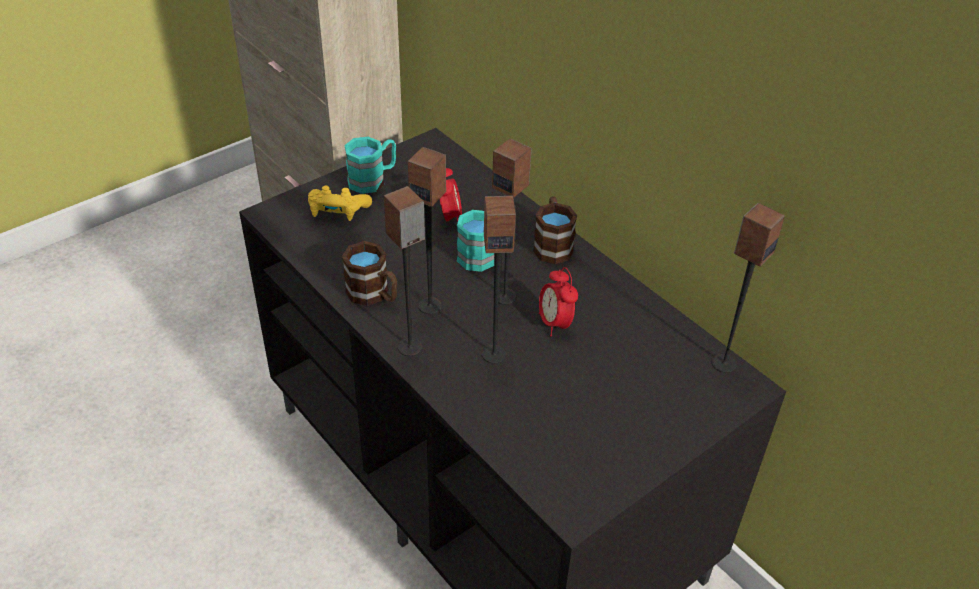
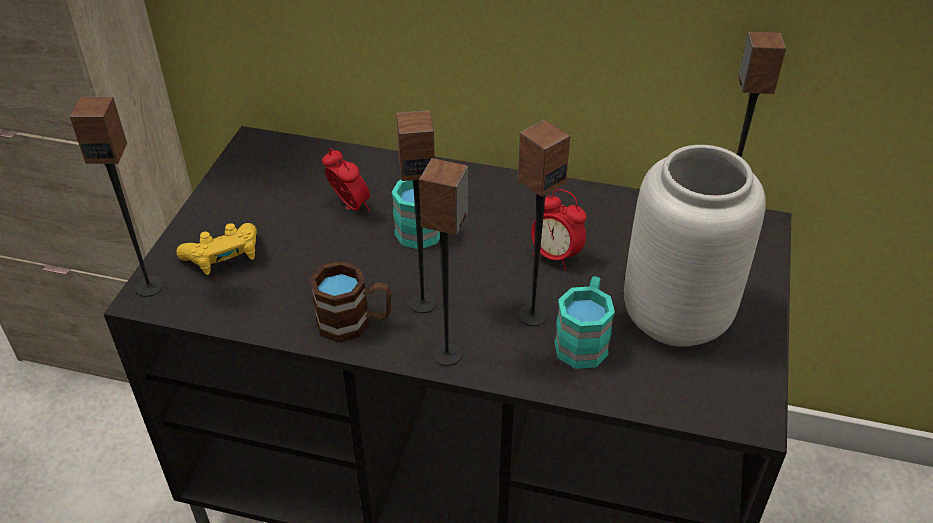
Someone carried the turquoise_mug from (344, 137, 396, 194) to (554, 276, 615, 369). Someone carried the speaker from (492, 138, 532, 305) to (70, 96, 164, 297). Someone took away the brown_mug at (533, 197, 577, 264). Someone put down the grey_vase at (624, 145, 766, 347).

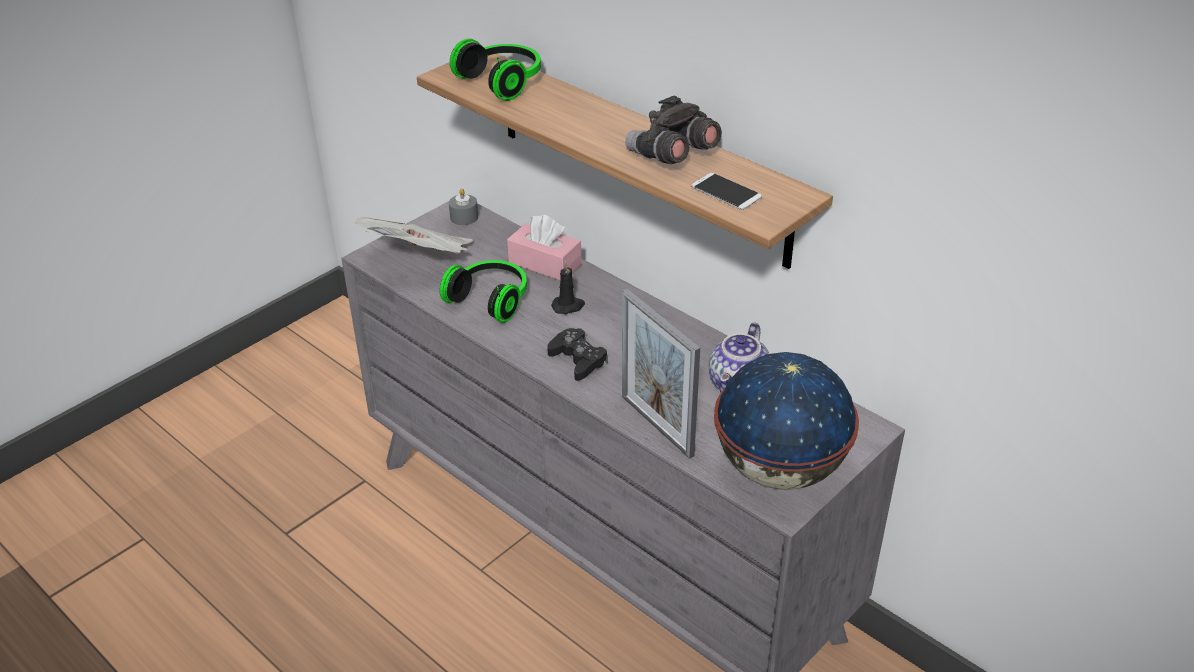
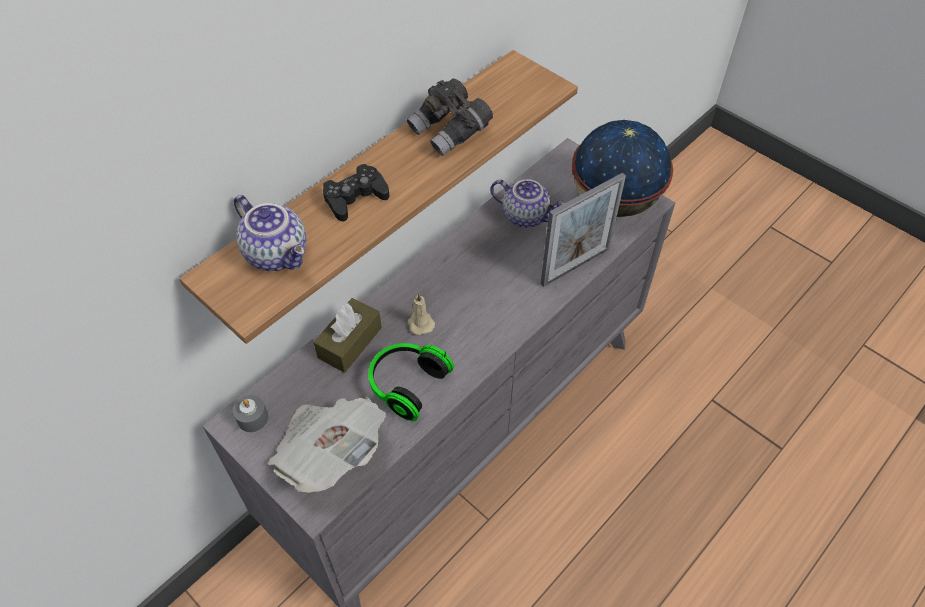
Someone swapped the headphones at (450, 39, 541, 101) for the teapot at (234, 195, 306, 271). Someone took away the phone at (691, 173, 762, 210). Someone repainted the pink_tissue_box at (507, 215, 582, 280), which became the brown_tissue_box at (314, 298, 382, 373). Someone repainted the black_candle at (551, 261, 585, 314), which became the beige_candle at (408, 294, 435, 335). Someone carried the black_game_controller from (547, 328, 608, 381) to (323, 164, 389, 222).

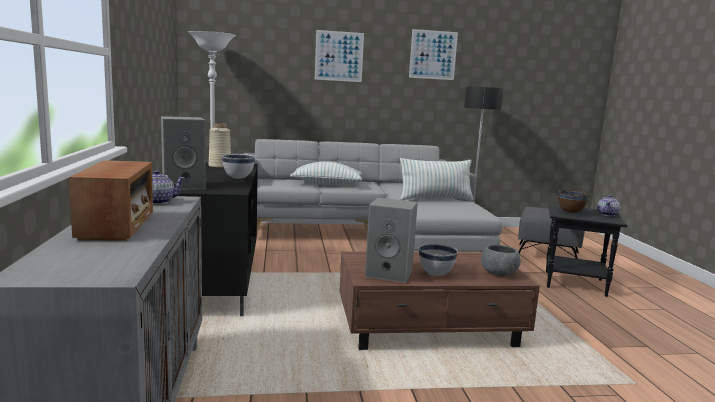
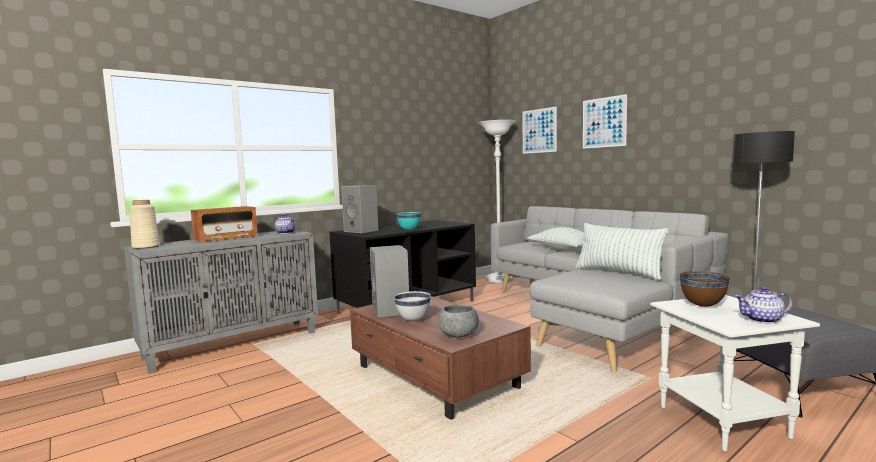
Someone carried the picture from (409, 29, 458, 80) to (522, 106, 557, 154). Someone carried the beige_vase from (209, 123, 231, 168) to (129, 200, 160, 249). Someone repainted the white_bowl at (222, 154, 255, 179), which became the turquoise_bowl at (396, 212, 421, 230). Someone repainted the black_side_table at (546, 204, 628, 297), which became the white_side_table at (650, 295, 820, 452).

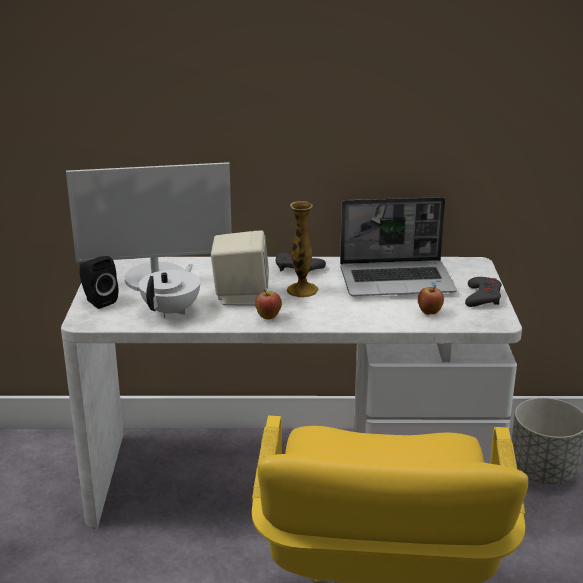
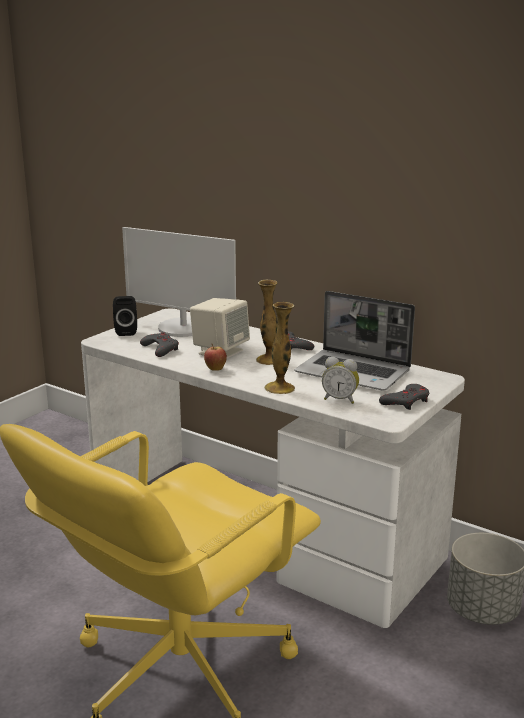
Someone swapped the white_teapot at (139, 264, 200, 318) for the grey_game_controller at (140, 332, 179, 357). Someone swapped the apple at (418, 286, 444, 315) for the alarm_clock at (322, 357, 359, 404). Someone put down the vase at (264, 302, 295, 394).

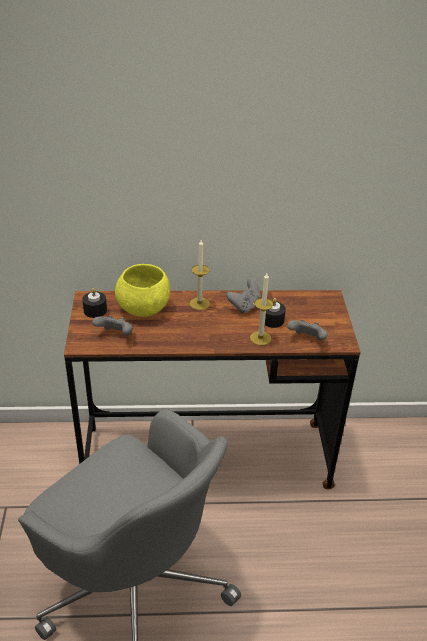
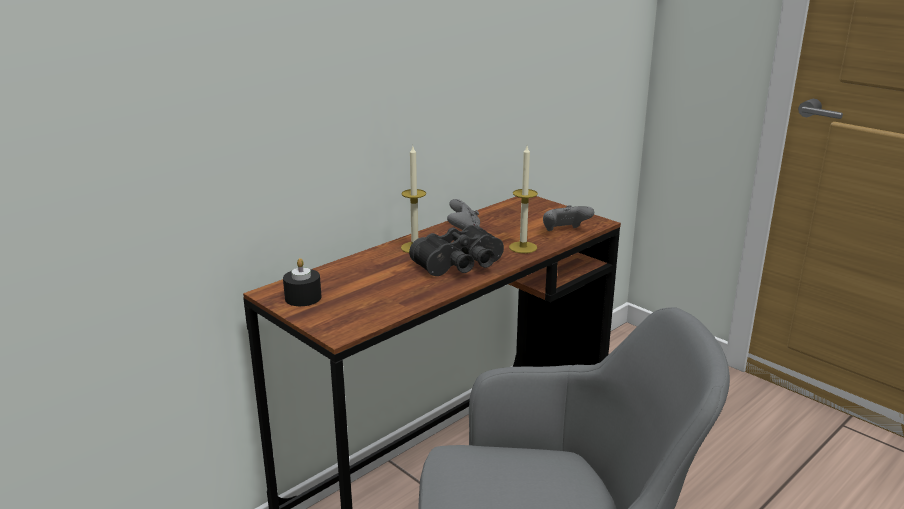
Someone took away the yellow_bowl at (115, 264, 170, 317). Someone took away the black_candle at (265, 298, 286, 328). Someone took away the grey_game_controller at (92, 315, 133, 335). Someone put down the black_binoculars at (409, 225, 504, 276).

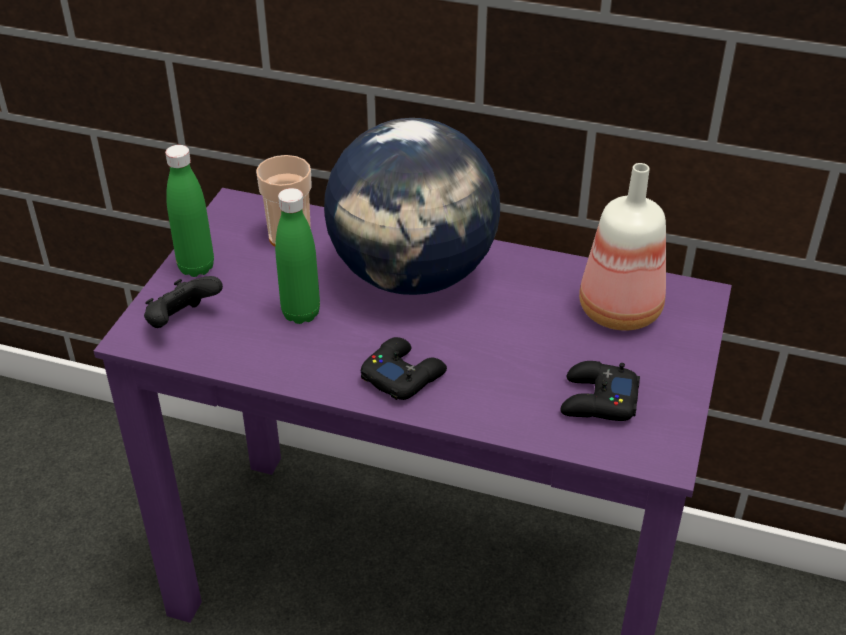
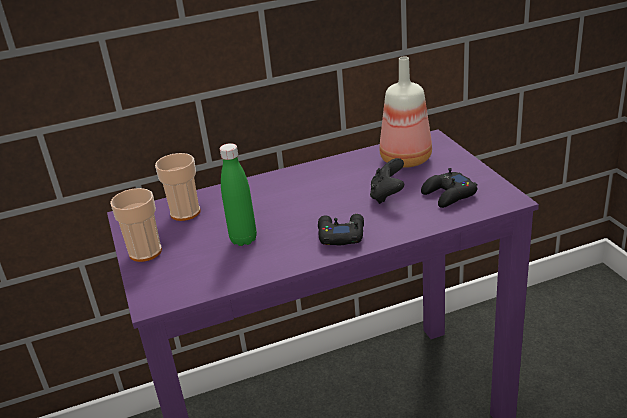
Someone took away the globe at (324, 118, 500, 295). Someone swapped the green_bottle at (165, 145, 214, 277) for the cup at (110, 188, 162, 262). Someone carried the black_game_controller from (144, 276, 223, 328) to (370, 158, 404, 204).

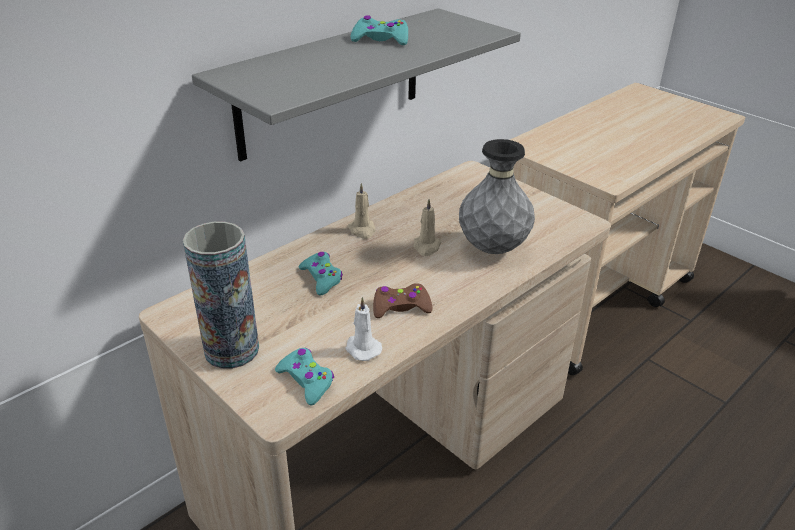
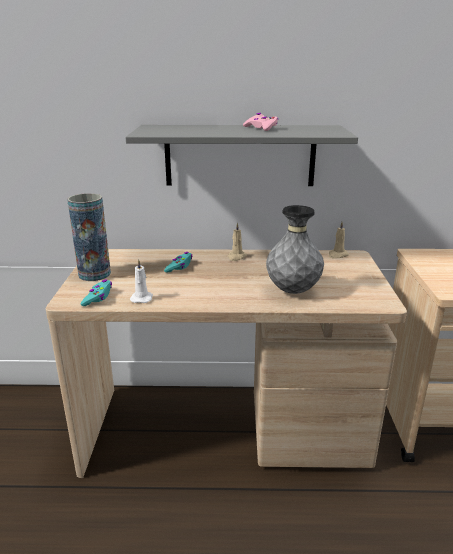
Someone repainted the turquoise_game_controller at (351, 15, 408, 45), which became the pink_game_controller at (243, 113, 278, 131). Someone carried the beige_candle from (414, 199, 441, 256) to (329, 222, 349, 259). Someone took away the brown_game_controller at (373, 283, 433, 318).

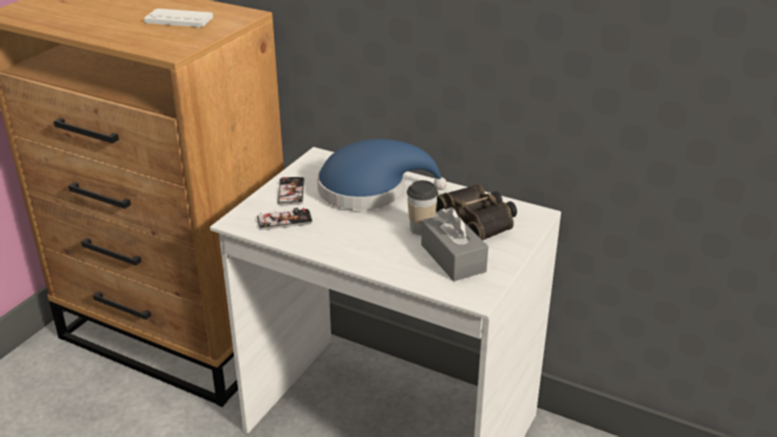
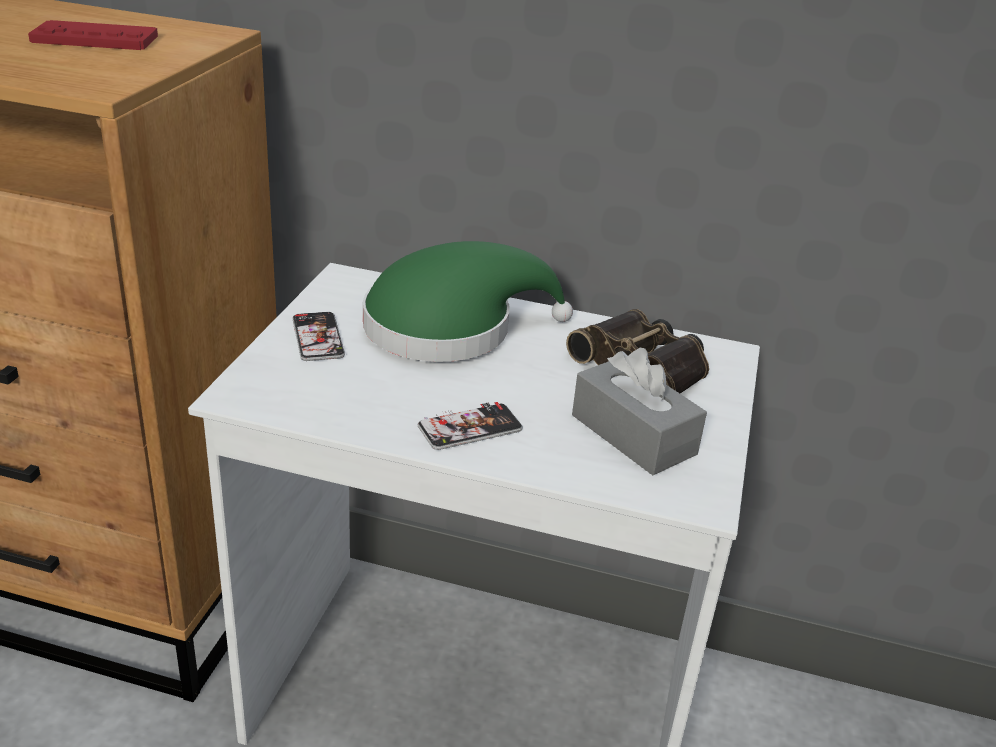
Someone repainted the white_game_controller at (144, 8, 213, 27), which became the red_game_controller at (28, 20, 158, 50). Someone repainted the blue_hat at (317, 139, 447, 210), which became the green_hat at (363, 241, 573, 362). Someone took away the cup at (407, 180, 438, 235). Someone carried the phone from (257, 208, 313, 230) to (418, 402, 523, 450).

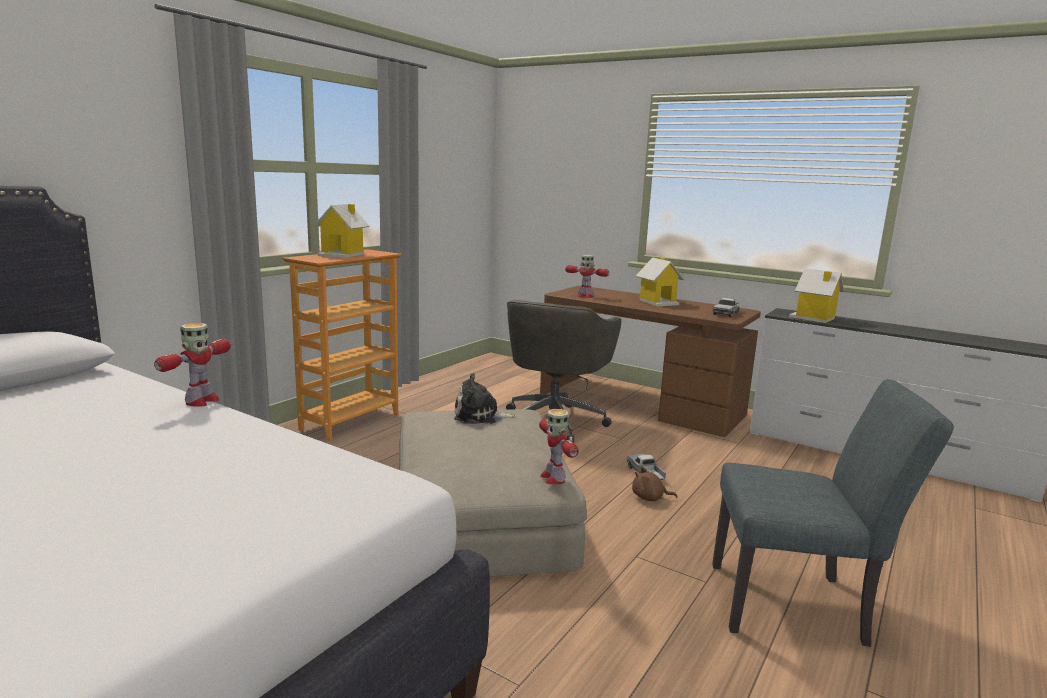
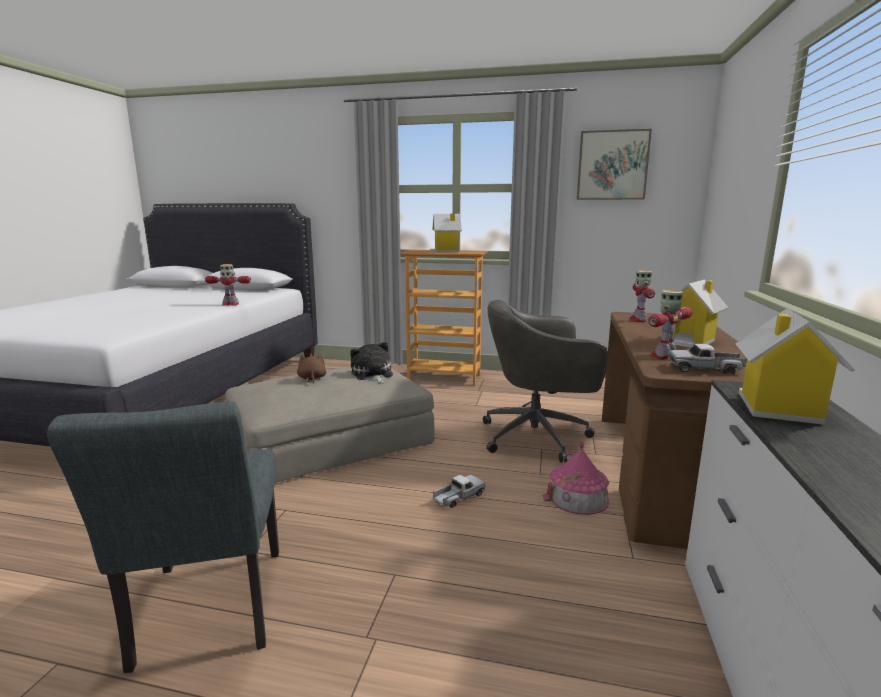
Someone carried the toy_robot from (539, 409, 579, 485) to (648, 290, 693, 359). Someone carried the brown_plush_toy from (632, 466, 677, 501) to (297, 353, 326, 384). Someone put up the picture at (577, 129, 652, 200). Someone put down the toy_house at (542, 442, 609, 515).

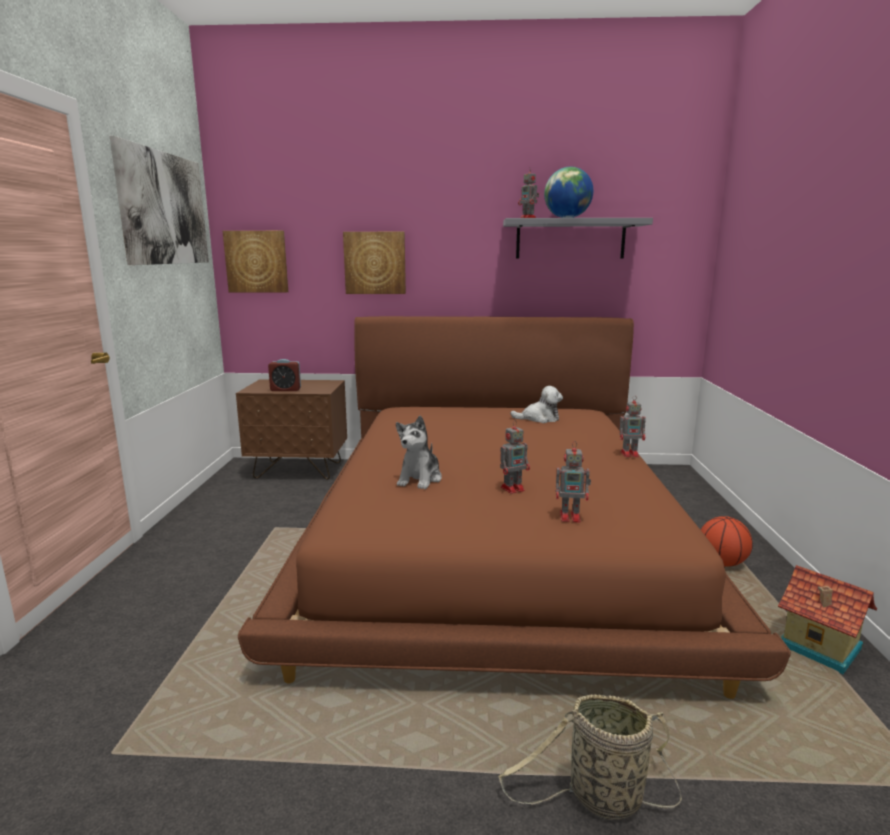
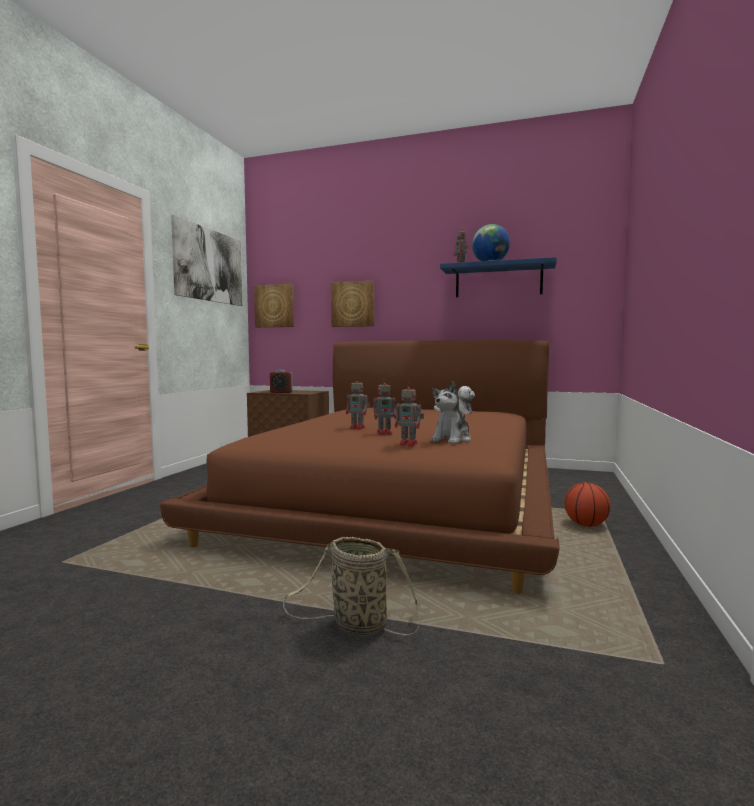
Someone repainted the grey_shelf at (503, 218, 653, 258), which became the blue_shelf at (440, 257, 557, 297). Someone carried the toy_robot from (619, 395, 646, 457) to (346, 376, 370, 429). Someone carried the plush_toy from (396, 415, 442, 489) to (431, 381, 471, 444). Someone took away the toy_house at (778, 565, 877, 674).

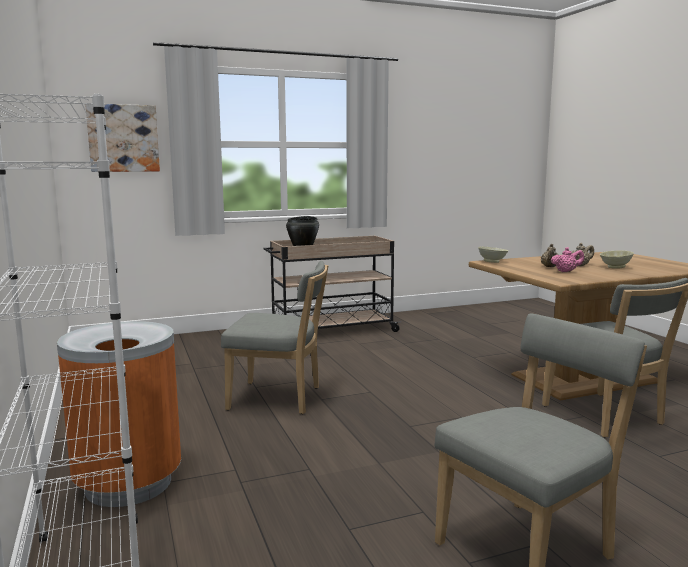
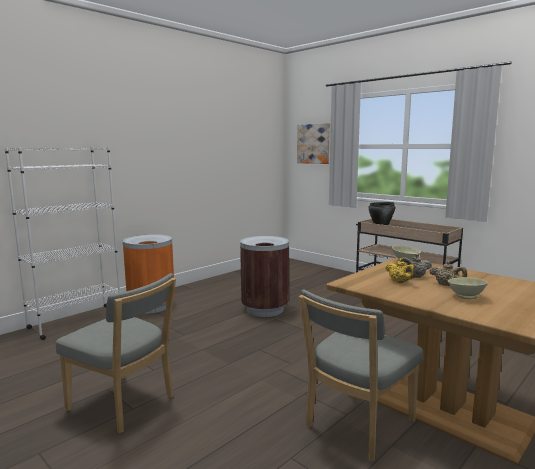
Someone repainted the pink_teapot at (551, 247, 584, 272), which became the yellow_teapot at (385, 258, 416, 283). Someone swapped the grey_chair at (221, 261, 328, 414) for the brown_trash_can at (240, 236, 289, 317).

